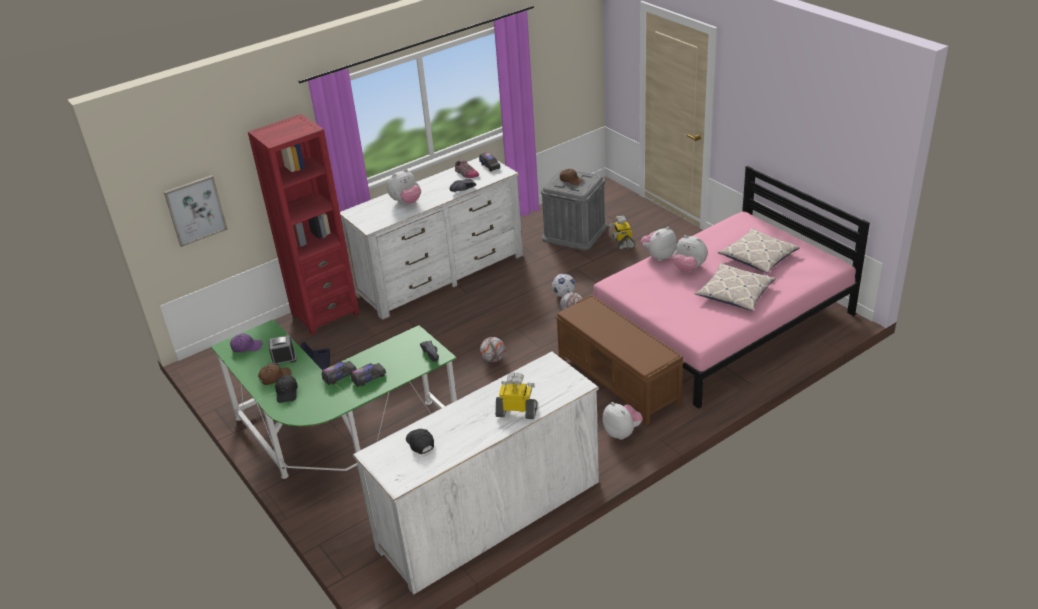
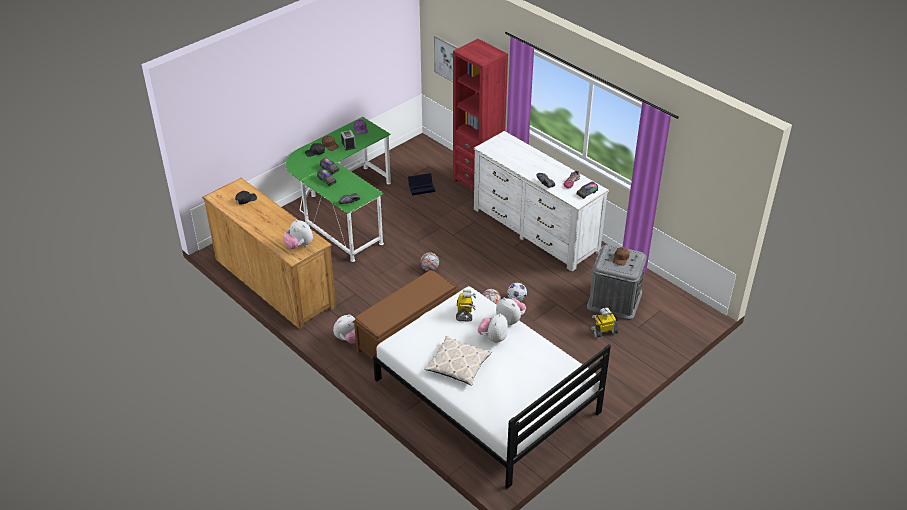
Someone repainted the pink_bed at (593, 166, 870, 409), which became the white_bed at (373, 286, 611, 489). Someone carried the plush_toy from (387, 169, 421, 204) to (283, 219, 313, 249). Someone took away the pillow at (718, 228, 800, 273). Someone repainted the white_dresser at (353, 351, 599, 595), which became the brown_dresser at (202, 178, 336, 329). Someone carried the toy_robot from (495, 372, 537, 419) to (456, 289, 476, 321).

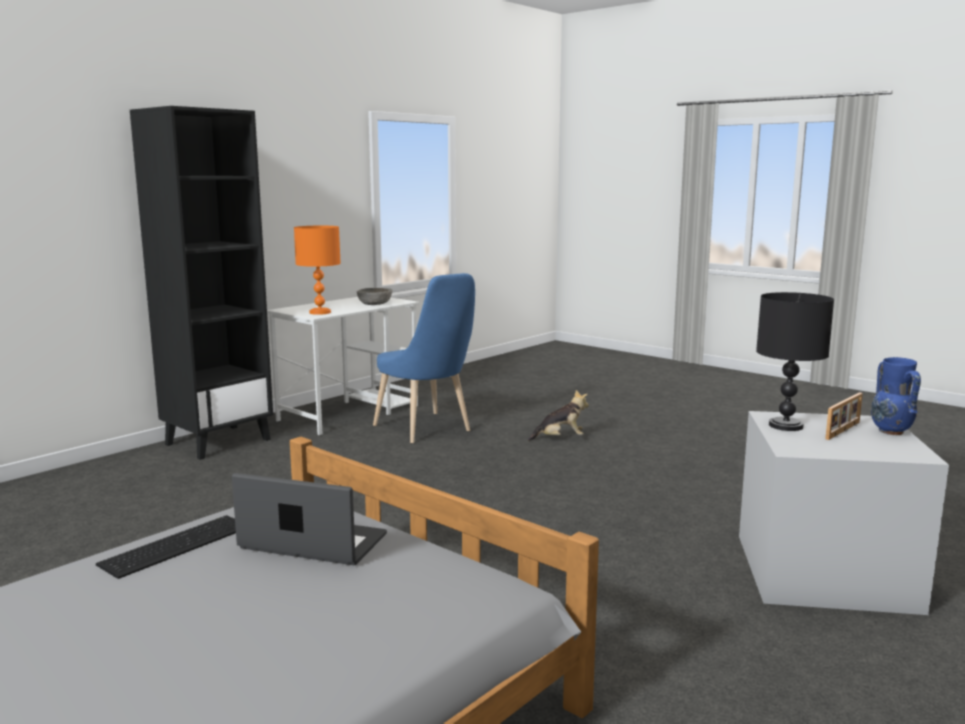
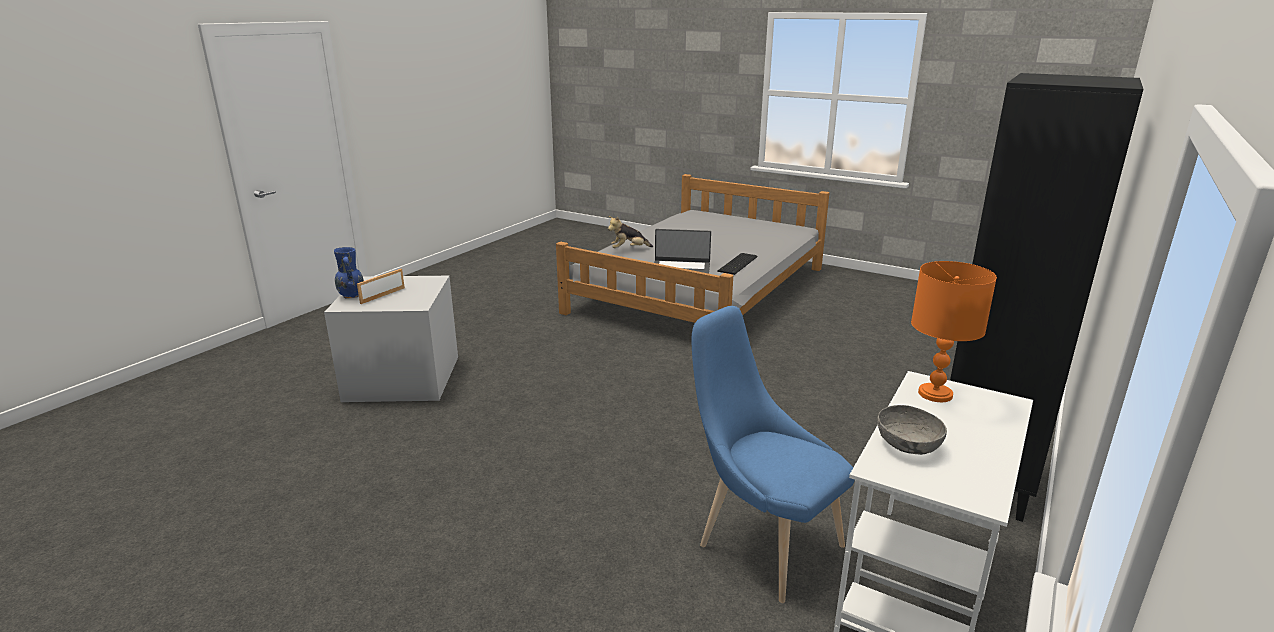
Someone took away the black_table_lamp at (756, 292, 834, 431). Someone carried the plush_toy from (528, 390, 589, 441) to (608, 216, 653, 248).

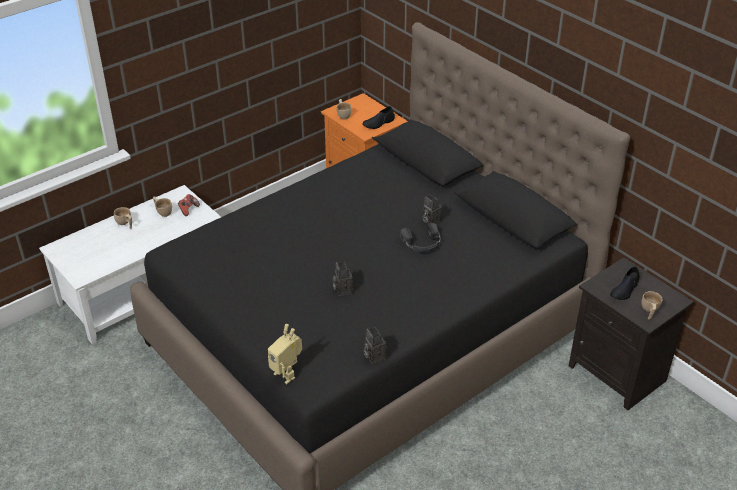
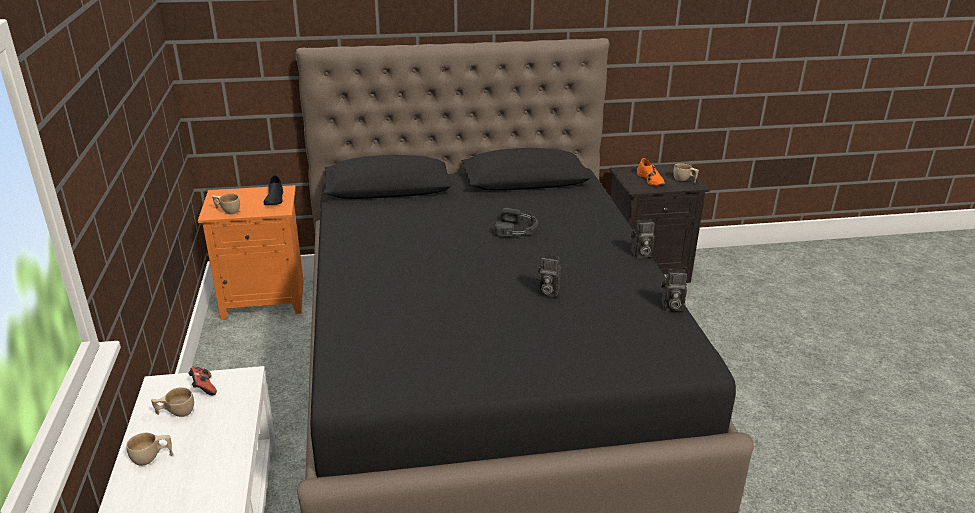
Someone carried the photo_camera from (422, 195, 442, 225) to (630, 219, 655, 258). Someone repainted the black_shoe at (610, 266, 640, 300), which became the orange_shoe at (637, 158, 665, 186). Someone took away the toy_robot at (268, 324, 302, 384).

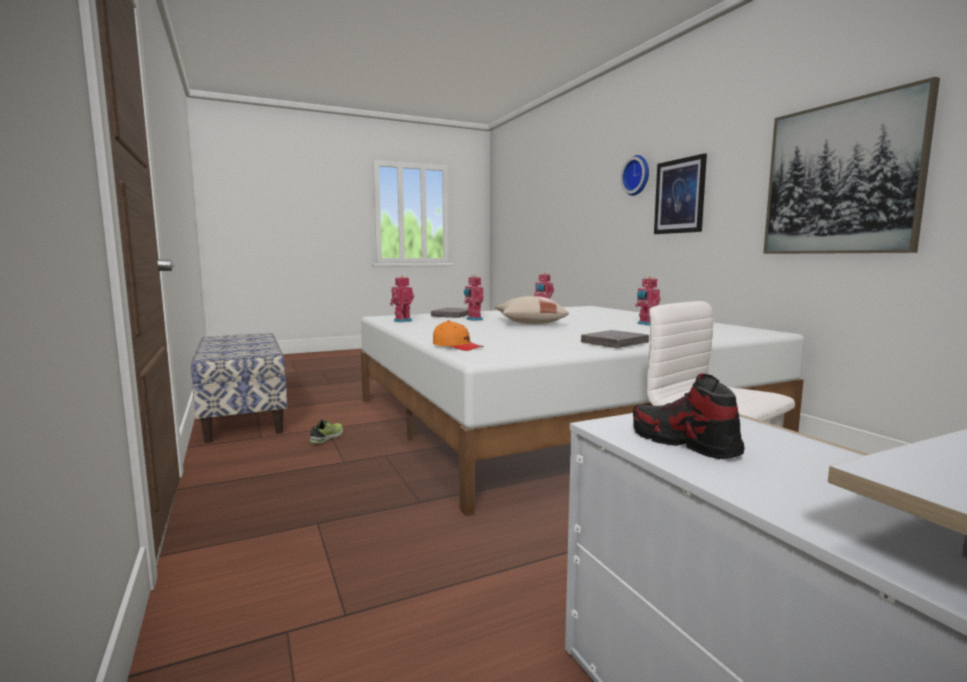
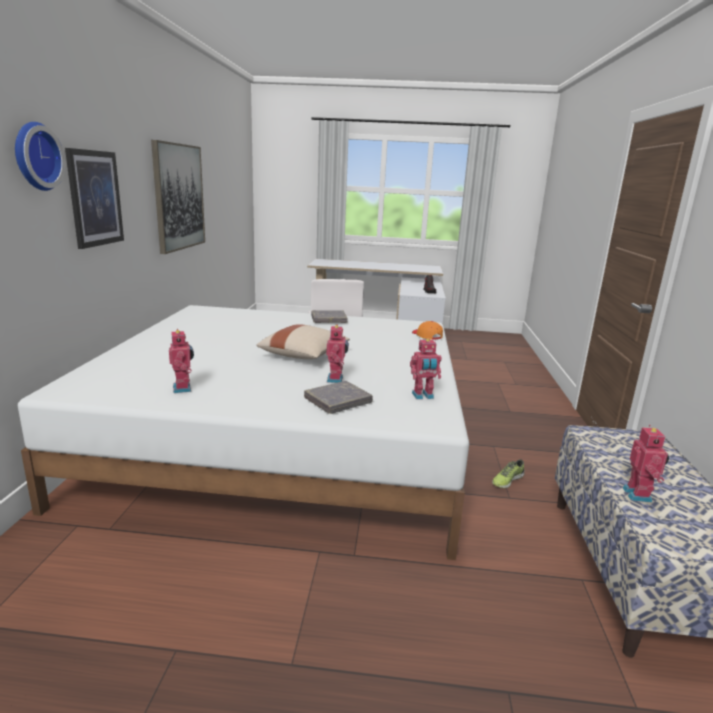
Someone carried the toy_robot from (635, 276, 661, 326) to (622, 425, 669, 503).

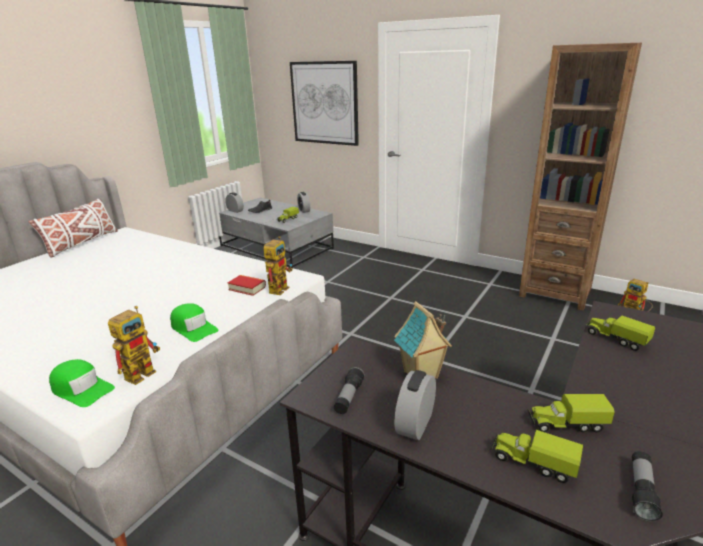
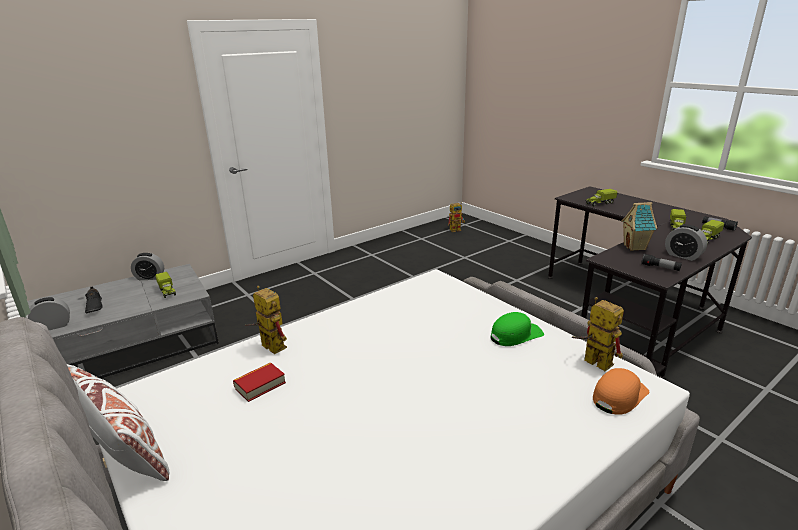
Someone took away the brown_bookcase at (519, 43, 642, 311). Someone took away the picture at (290, 61, 359, 146). Someone carried the toy_robot from (264, 236, 293, 295) to (245, 286, 287, 354). Someone carried the book from (228, 275, 266, 296) to (233, 362, 286, 402). Someone repainted the green_cap at (49, 359, 115, 407), which became the orange_cap at (593, 368, 649, 415).

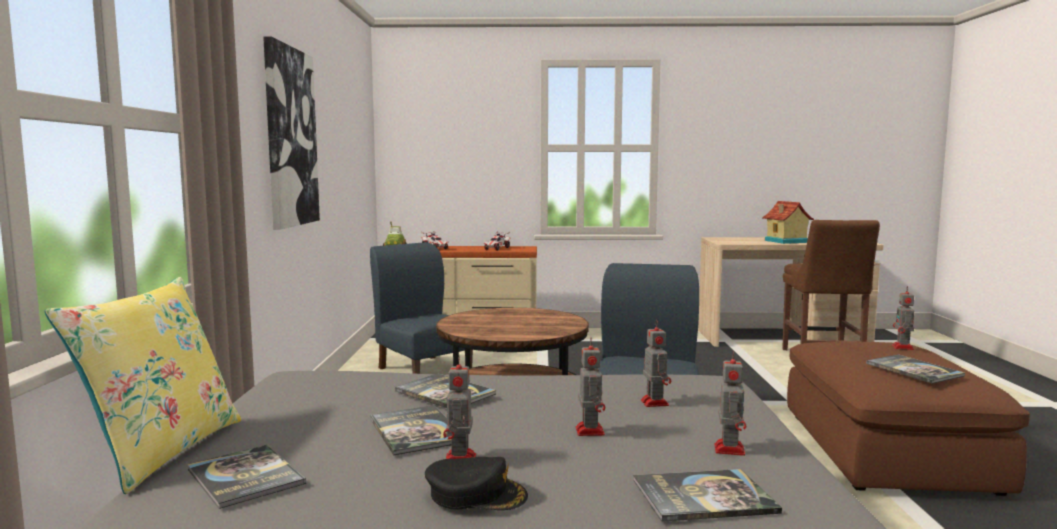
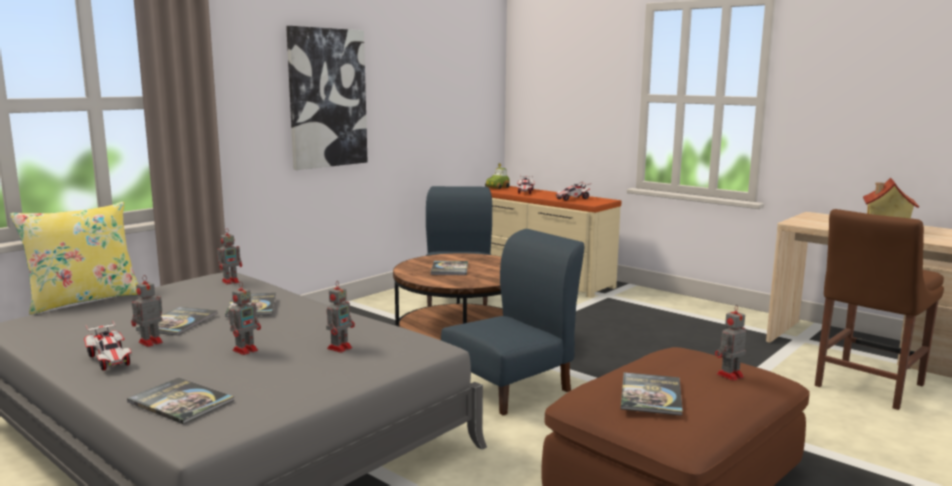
Someone carried the toy_robot from (714, 350, 746, 456) to (217, 230, 242, 284). Someone carried the book from (187, 445, 306, 509) to (430, 261, 468, 275). Someone swapped the black_cap at (425, 457, 528, 510) for the toy_car at (84, 320, 132, 370).

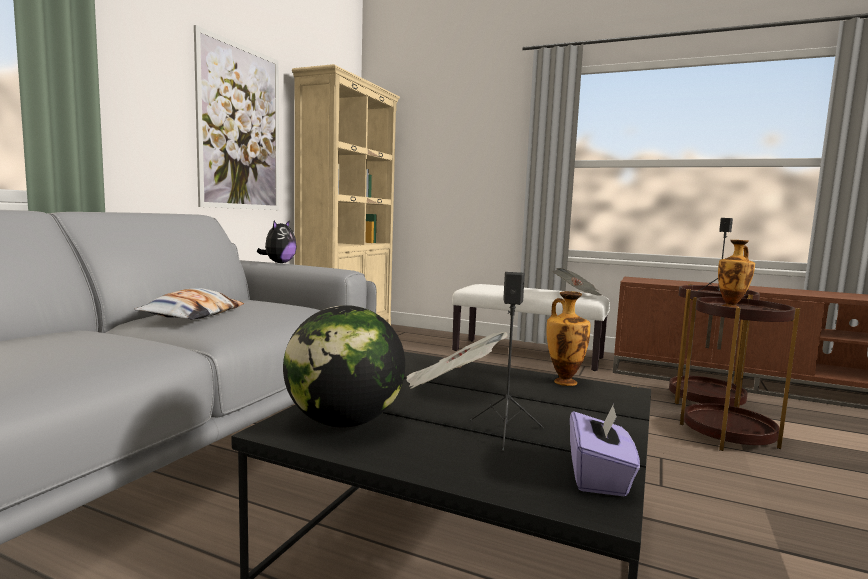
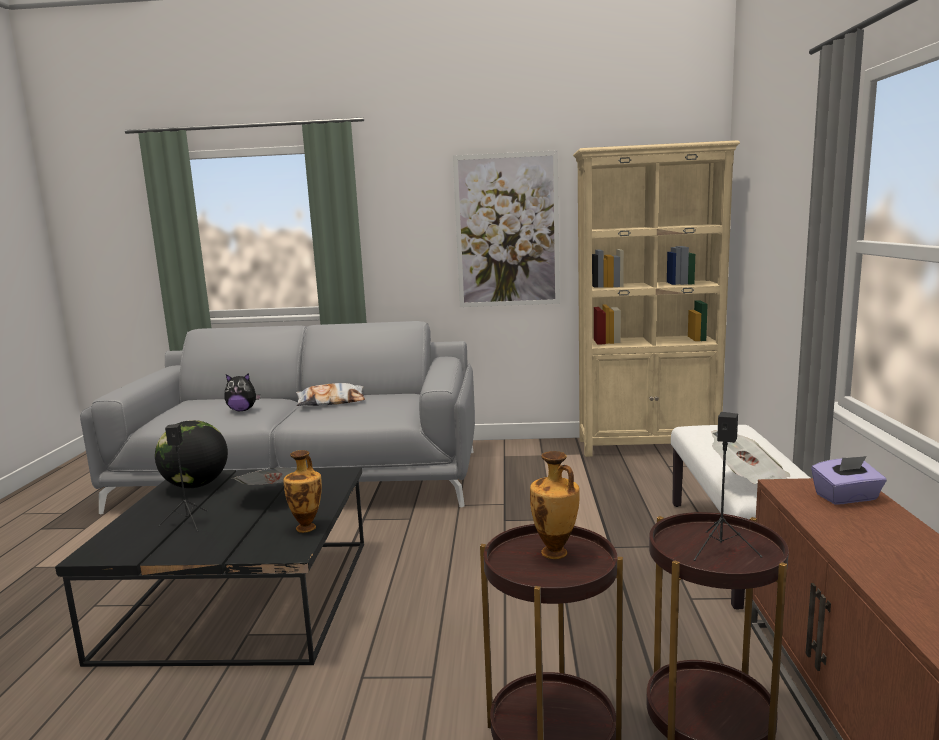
Someone carried the plush_toy from (257, 220, 297, 263) to (224, 373, 261, 411). Someone carried the purple_tissue_box from (570, 404, 640, 497) to (811, 456, 887, 505).

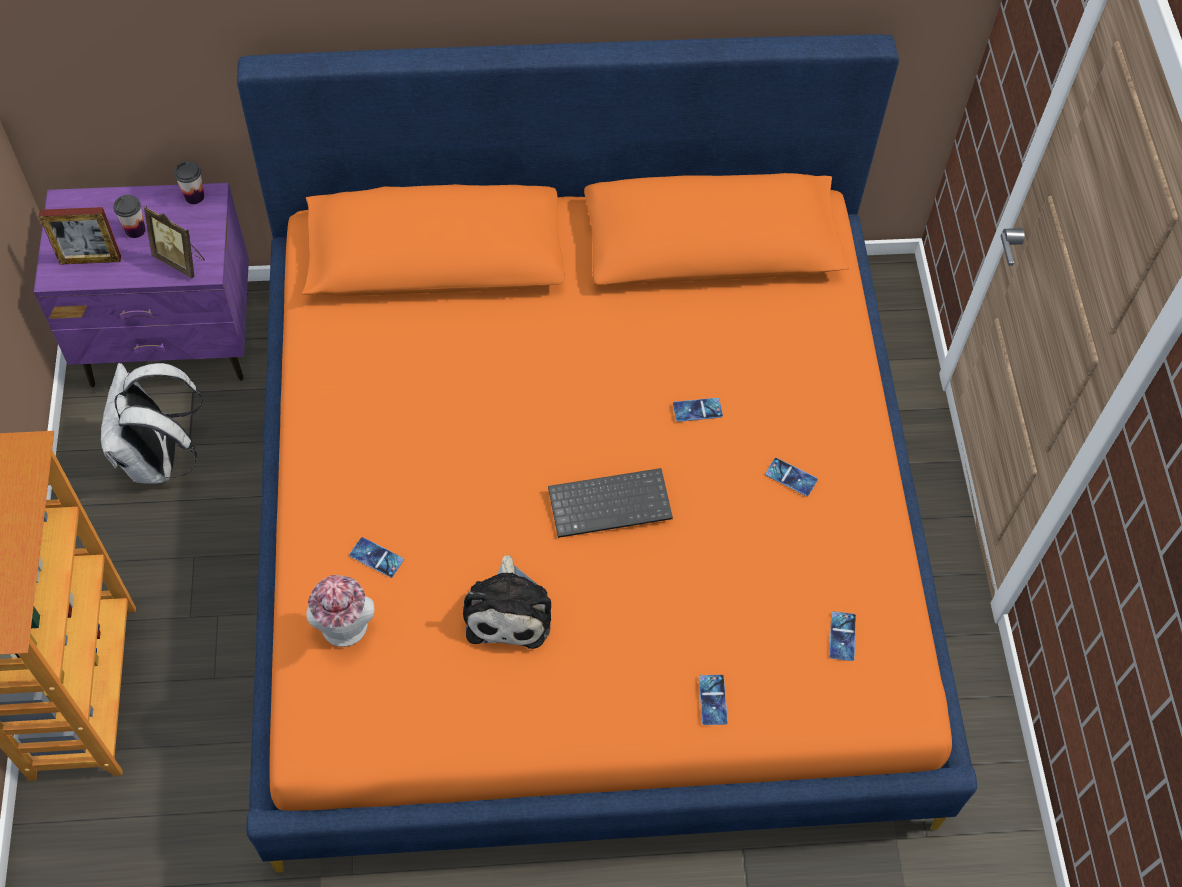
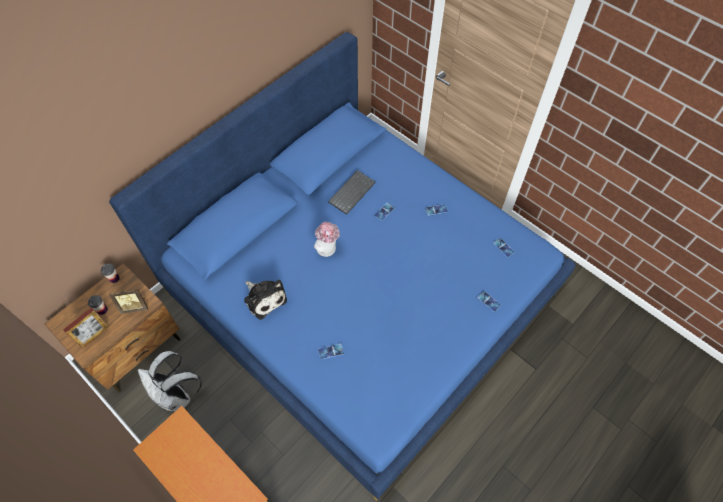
Someone repainted the orange_bed at (237, 34, 977, 873), which became the blue_bed at (109, 32, 576, 501). Someone repainted the purple_nightstand at (34, 183, 249, 387), which became the brown_nightstand at (44, 263, 180, 392). Someone carried the keyboard from (548, 468, 673, 538) to (328, 170, 375, 215). Someone carried the plush_toy from (463, 554, 551, 649) to (244, 280, 287, 320). Someone carried the hat from (306, 575, 374, 647) to (314, 222, 340, 257).

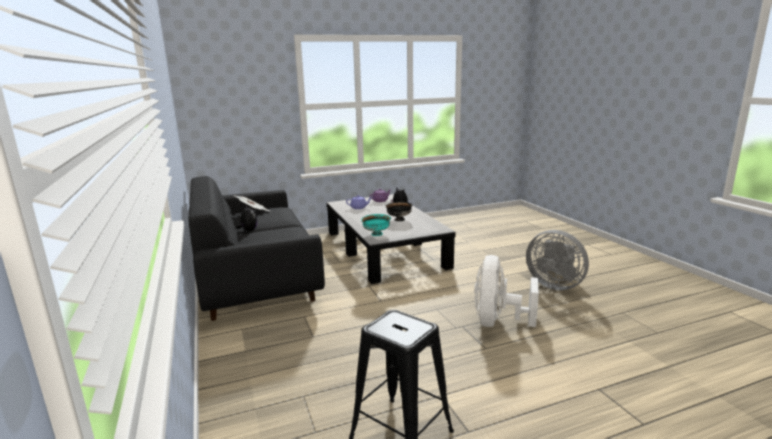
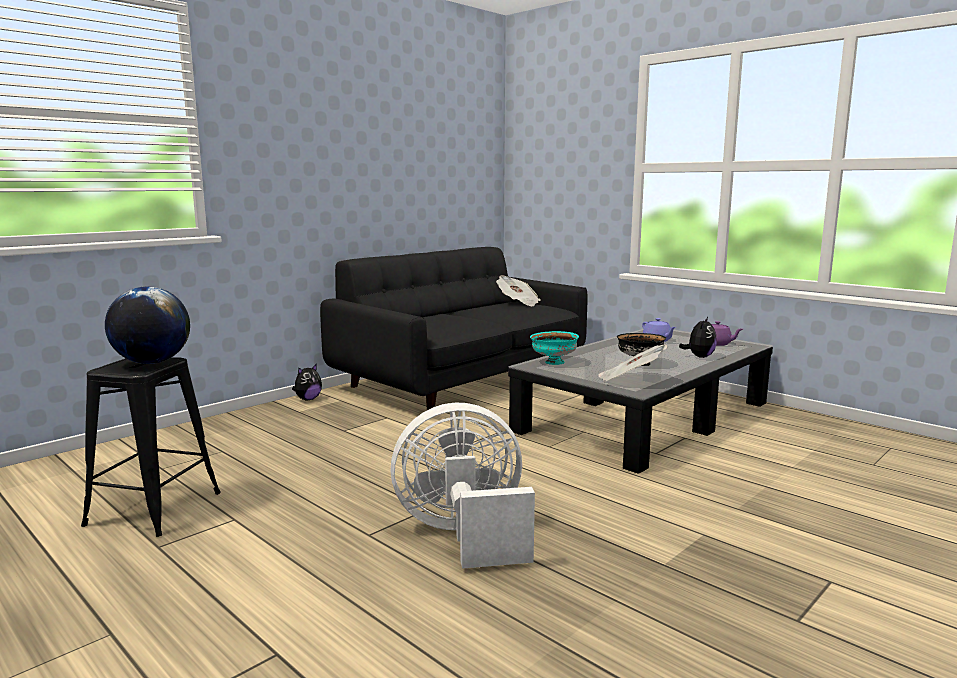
Someone carried the plush_toy from (236, 206, 258, 231) to (292, 364, 322, 400). Someone took away the grey_fan at (526, 230, 589, 290). Someone put down the globe at (105, 287, 190, 364). Someone put down the newspaper at (598, 345, 668, 381).

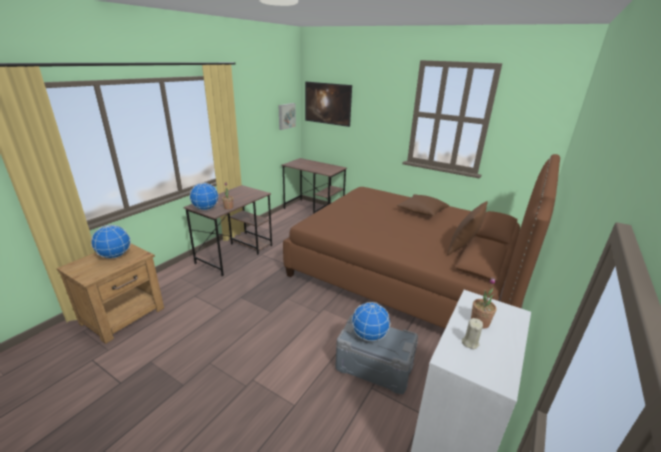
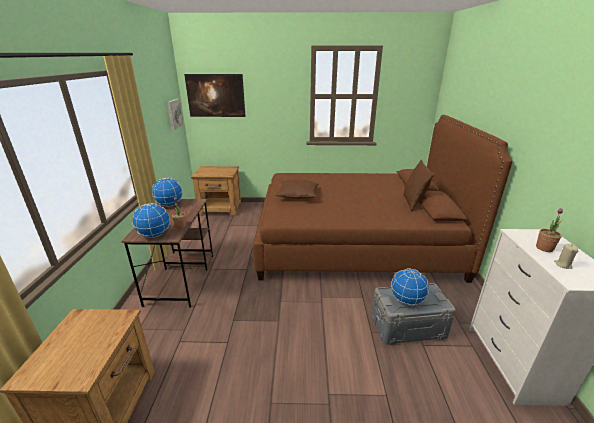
Someone swapped the brown_desk at (281, 158, 347, 214) for the brown_nightstand at (191, 166, 241, 216). Someone carried the brown_pillow from (397, 194, 449, 216) to (275, 179, 319, 199). Someone carried the globe from (91, 225, 131, 258) to (152, 178, 182, 206).

